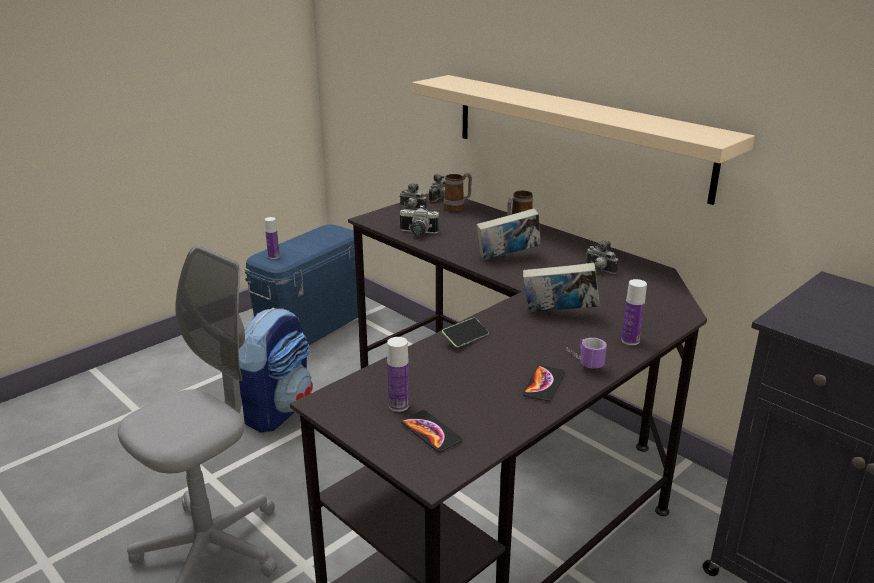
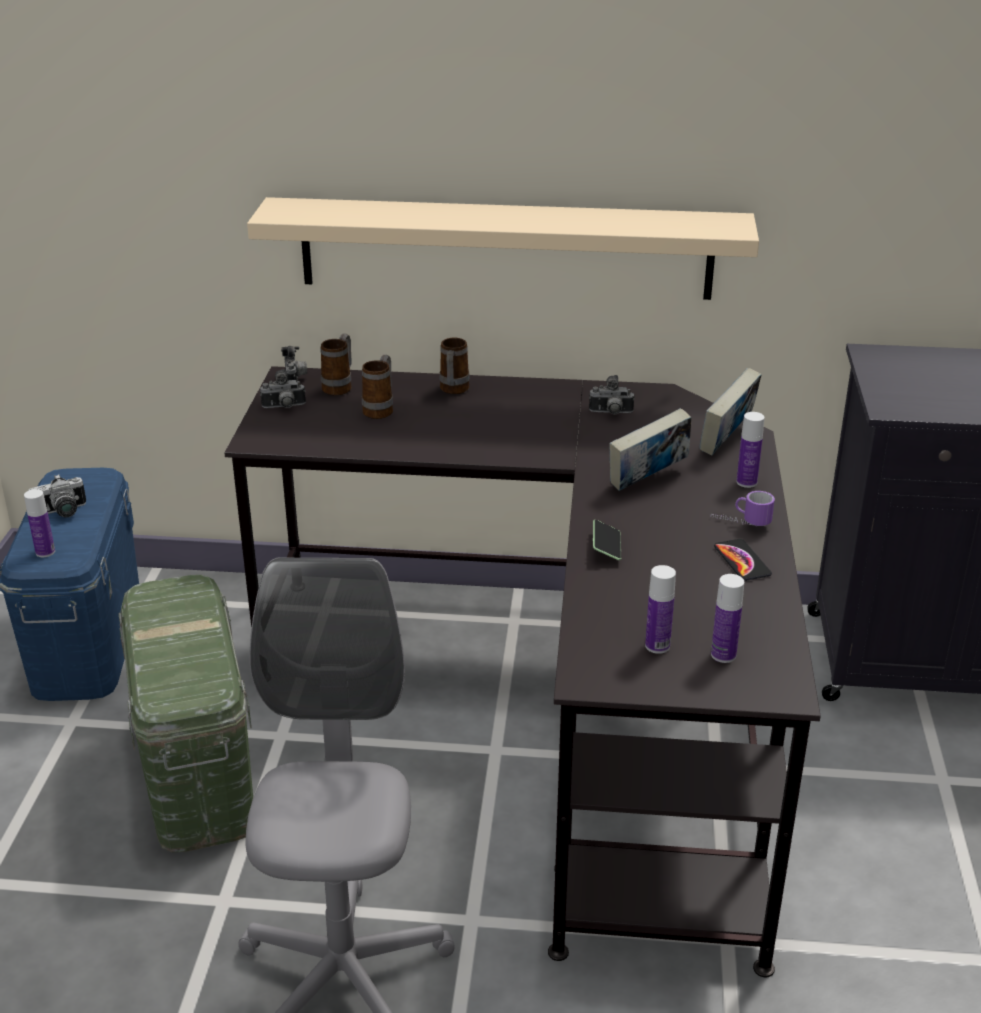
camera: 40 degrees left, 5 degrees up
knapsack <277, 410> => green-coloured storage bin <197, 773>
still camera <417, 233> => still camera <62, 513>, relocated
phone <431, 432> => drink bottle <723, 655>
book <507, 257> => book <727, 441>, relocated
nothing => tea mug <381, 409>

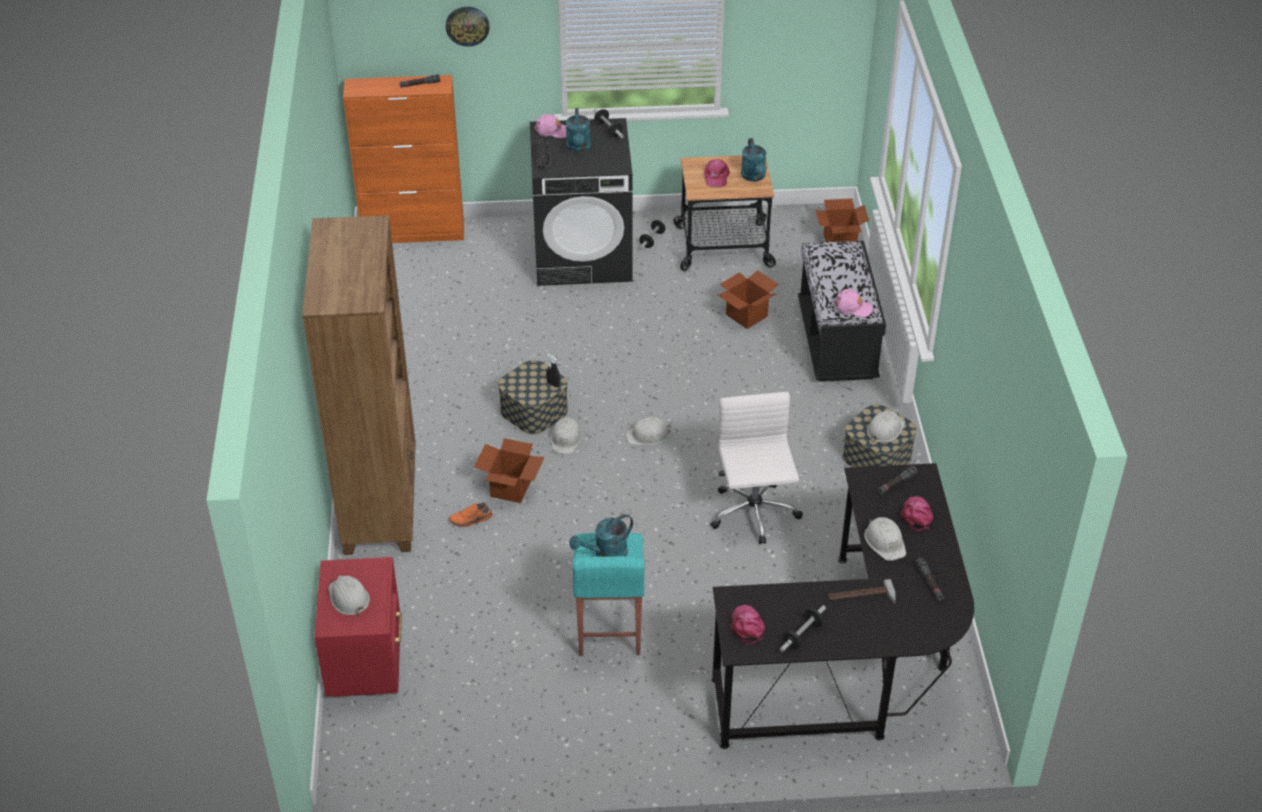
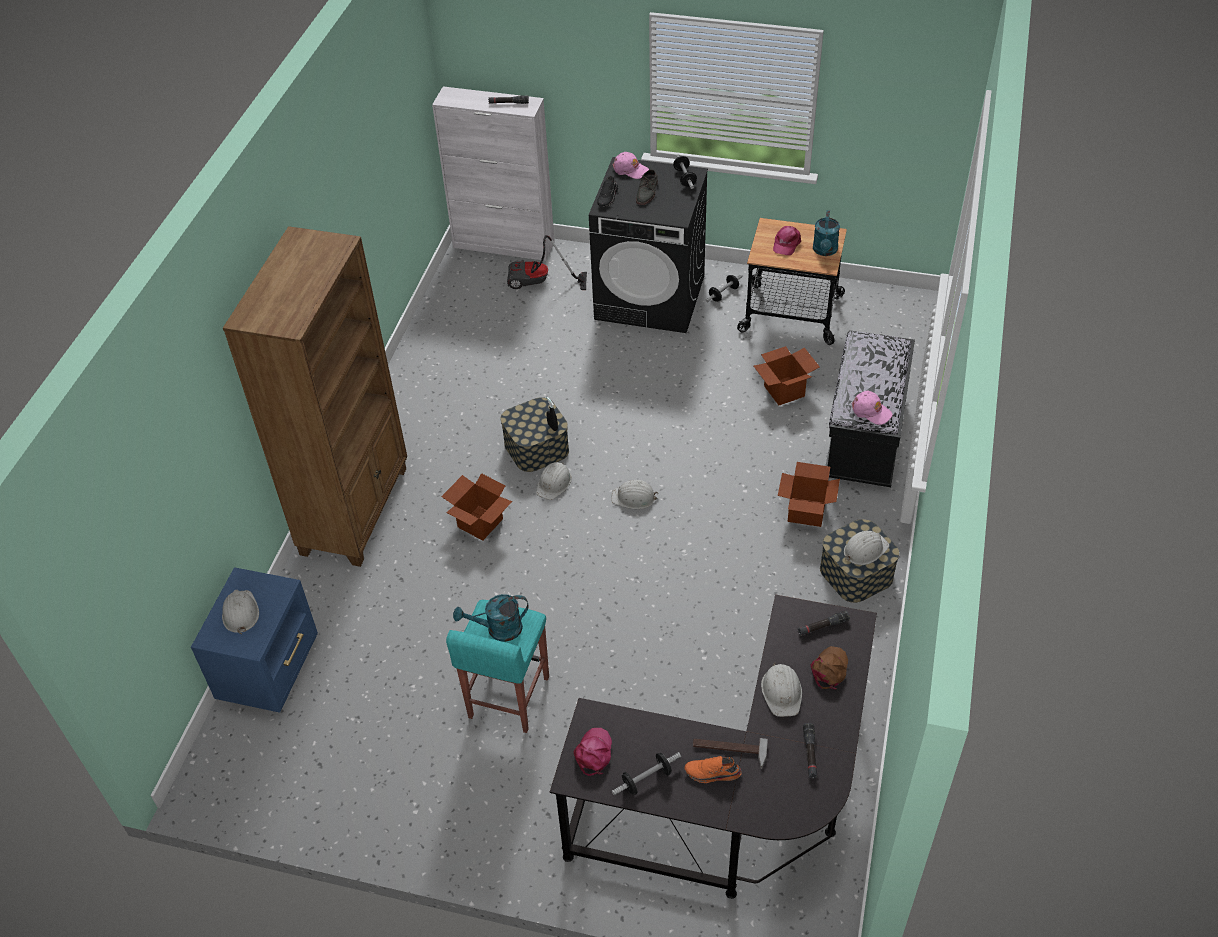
camera: 20 degrees right, 5 degrees up
reddish night table <366, 661> => blue night table <271, 670>
orange-coloured storage cabinet <414, 232> => white-coloured storage cabinet <504, 245>
hanging clock <467, 25> => nothing
orange-coloured low shoe <471, 520> => orange-coloured low shoe <712, 774>, relocated
turquoise sprinkling can <579, 148> => gray low shoe <647, 192>
white-coloured desk chair <753, 514> => nothing
packing box <840, 241> => packing box <806, 512>, relocated
pink-coloured baseball cap <916, 515> => brown-coloured baseball cap <829, 669>
nothing => hoover <539, 283>

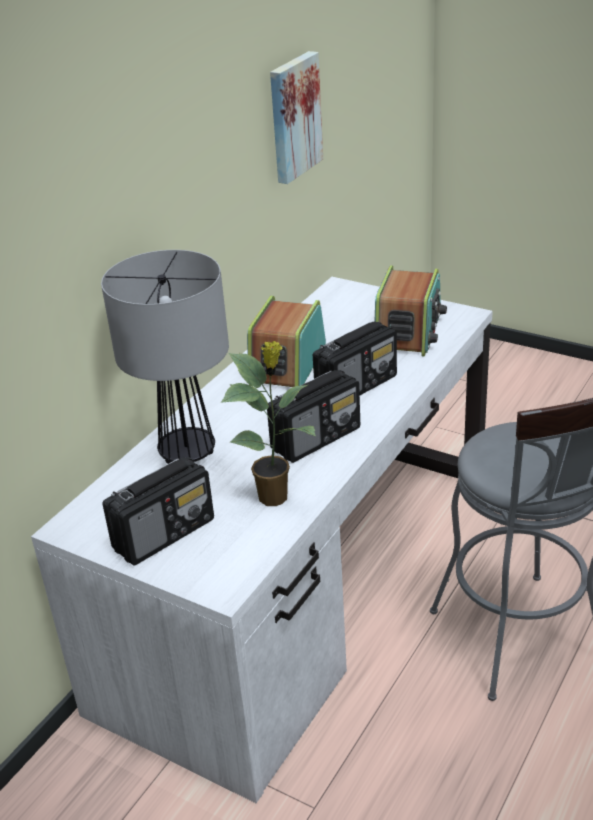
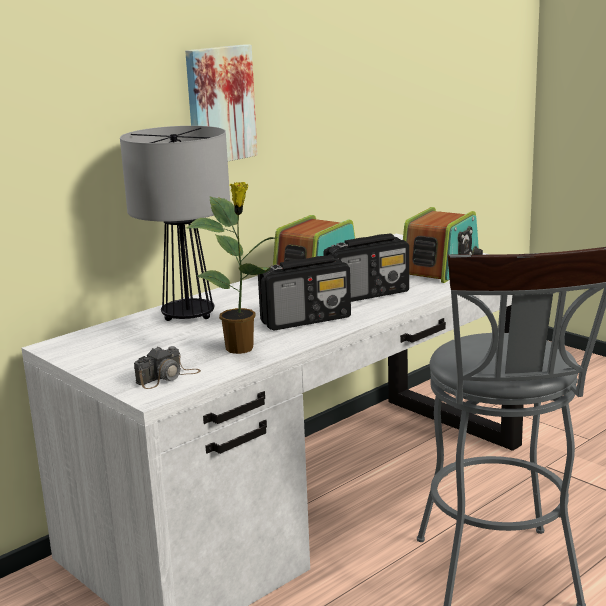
camera: 15 degrees right, 15 degrees down
radio receiver <165, 534> => nothing
wall picture <293, 117> => wall picture <219, 104>, relocated
nothing => still camera <168, 377>

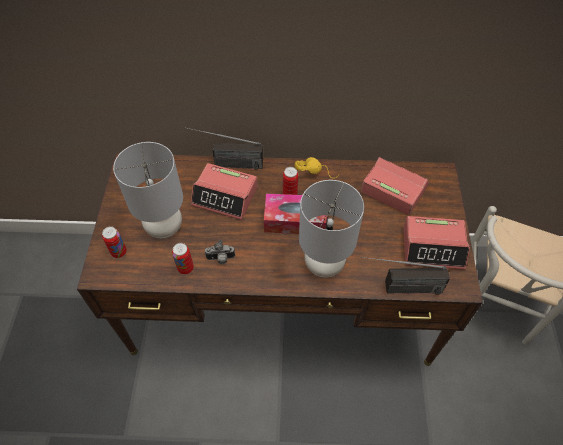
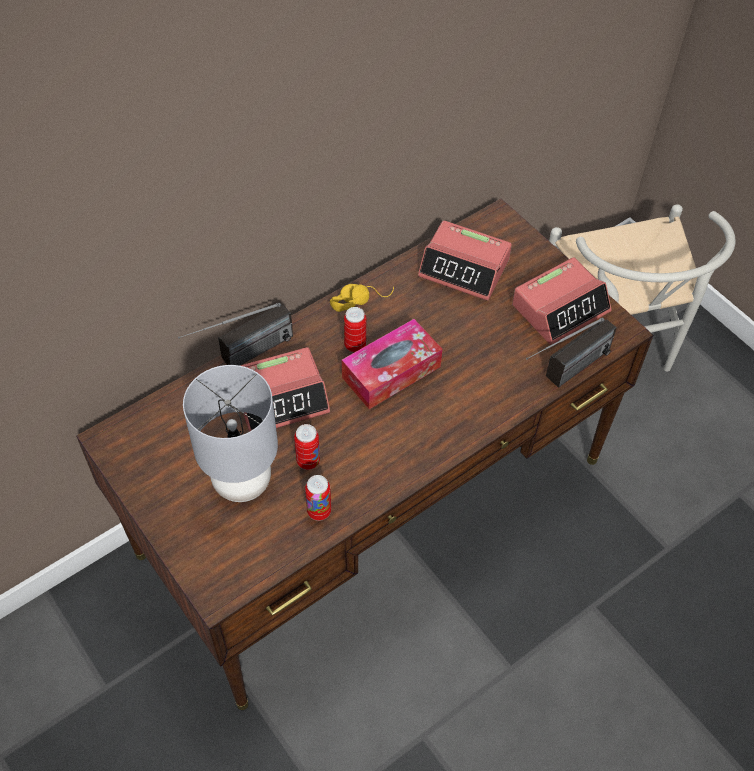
camera: 40 degrees left, 0 degrees up
sealed can <119, 252> => sealed can <308, 461>, relocated
still camera <220, 259> => nothing
gray lamp for a table <324, 263> => nothing
table clock <393, 189> => table clock <464, 268>, 150 degrees counterclockwise

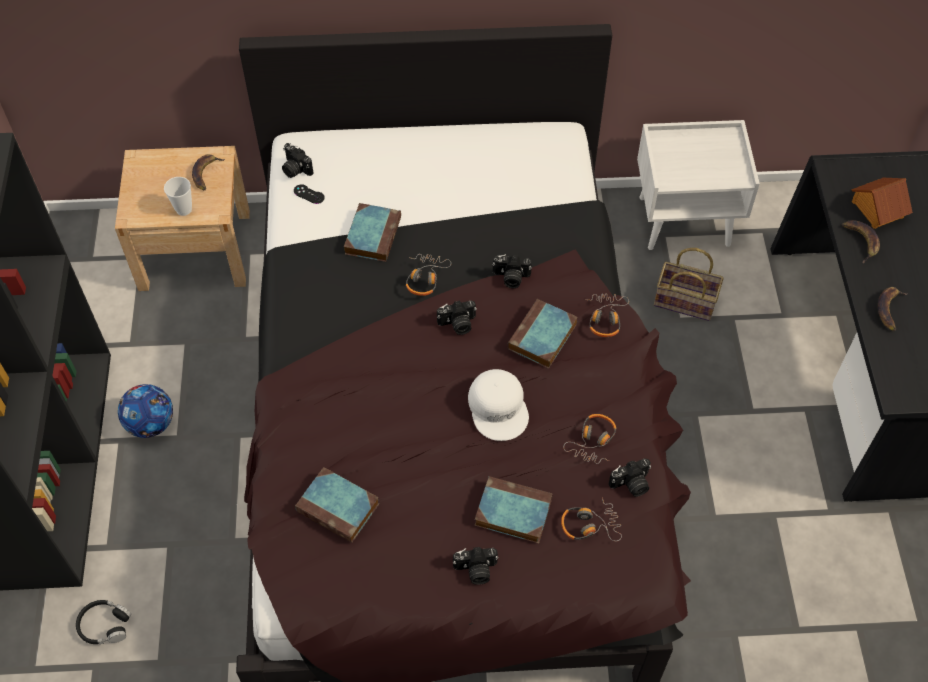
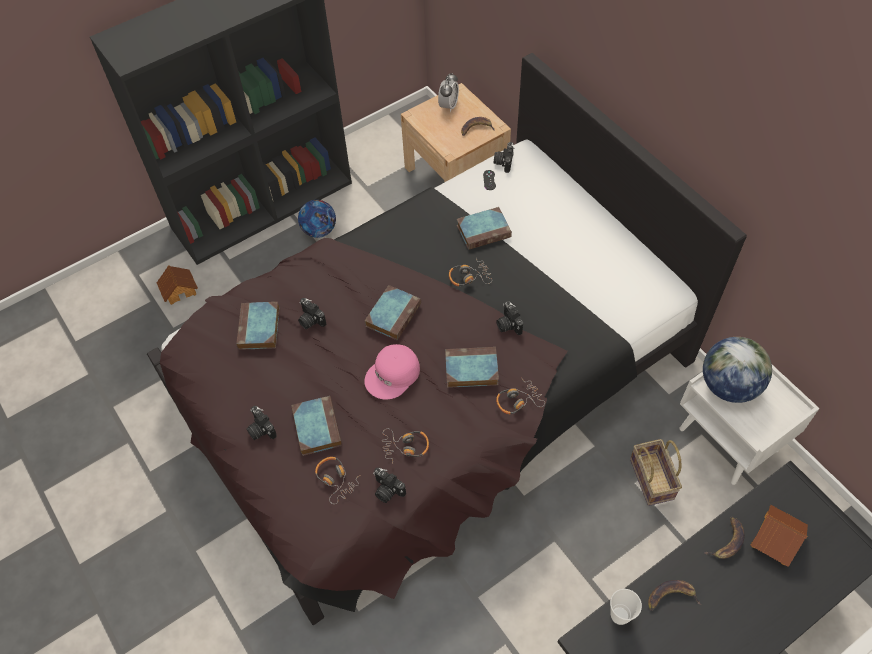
camera: 60 degrees right, 0 degrees up
black-coloured headphones <105, 625> => model house <179, 290>
cup <184, 209> => cup <619, 615>, relocated
still camera <458, 324> => still camera <310, 320>, relocated
white-coloured baseball cap <499, 408> => pink-coloured baseball cap <393, 375>
nothing => book <393, 314>
nothing => table clock <448, 106>
nothing => desk globe <728, 385>

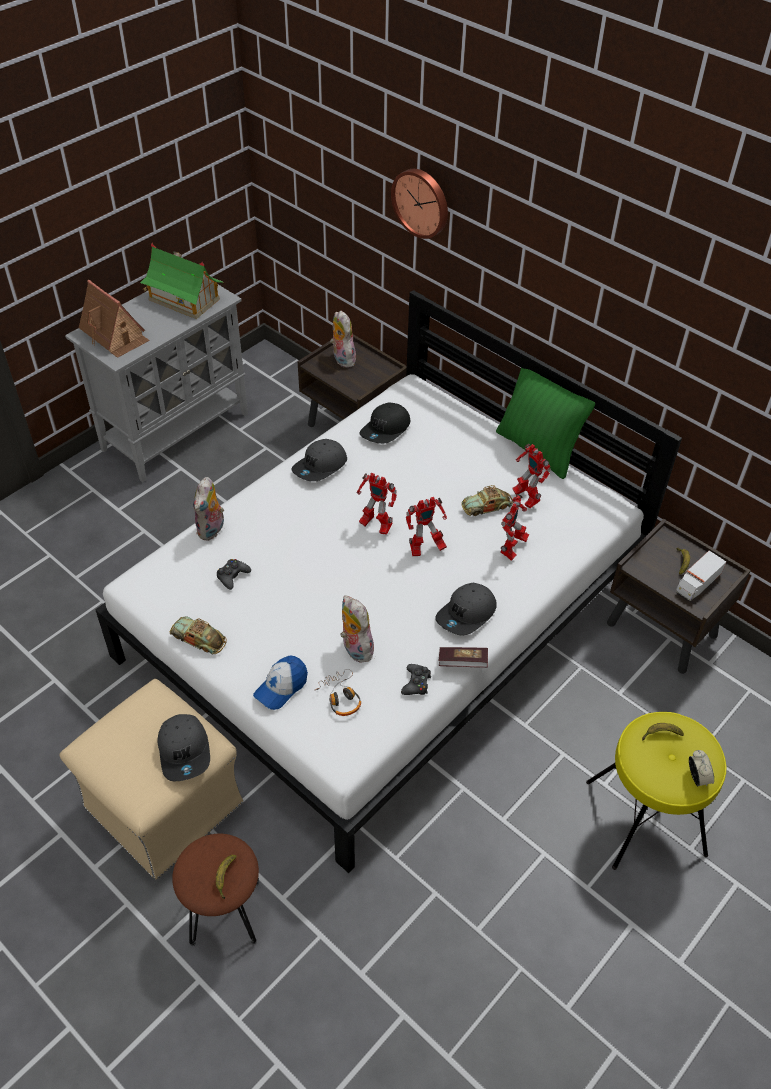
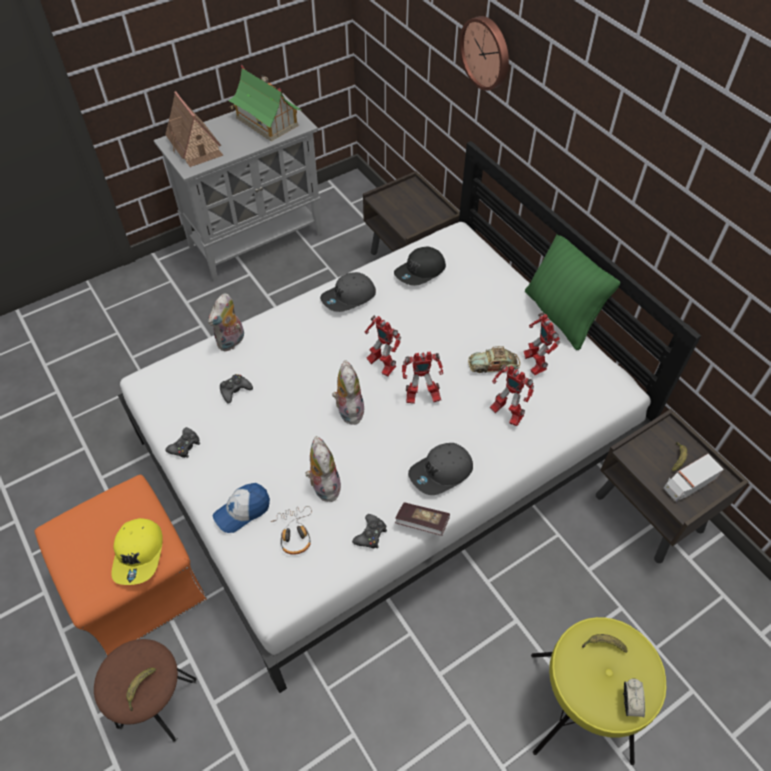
camera: 15 degrees right, 5 degrees up
sand-coloured pouffe <165, 805> => orange-coloured pouffe <139, 586>
gray baseball cap <185, 751> => yellow-coloured baseball cap <139, 554>
toy car <199, 638> => black-coloured gamepad <185, 446>
plush toy <342, 359> => plush toy <348, 410>, relocated
robot figure <512, 549> => robot figure <505, 413>, 90 degrees clockwise

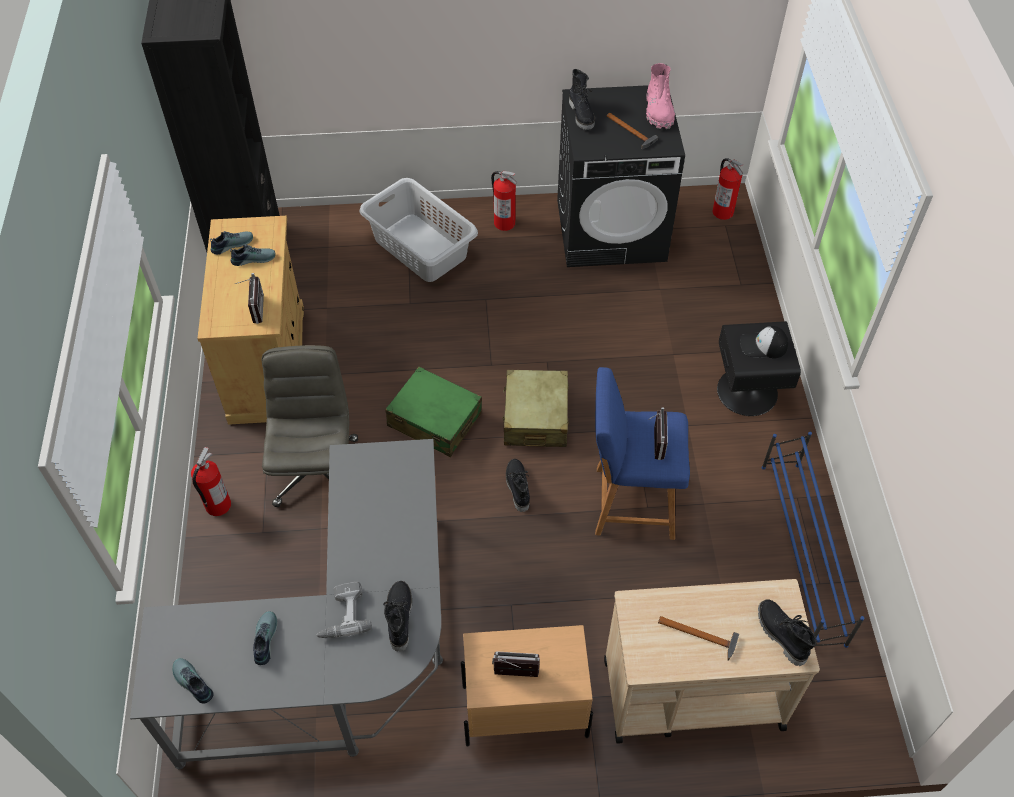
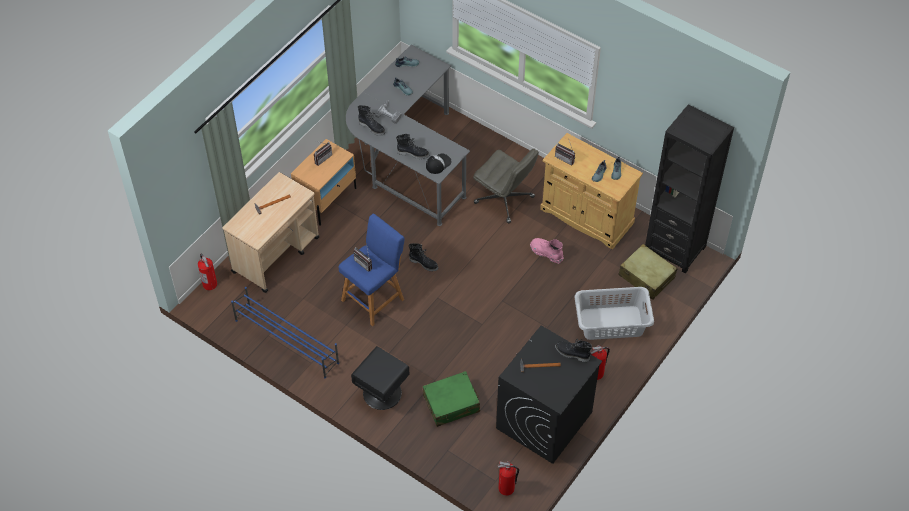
camera: 130 degrees right, 0 degrees up
fire extinguisher <217, 505> => fire extinguisher <210, 284>, relocated
green-coloured travel case <434, 420> => green-coloured travel case <451, 403>, relocated
sand-coloured travel case <535, 417> => sand-coloured travel case <646, 276>, relocated
pink-coloured high-top boot <658, 111> => pink-coloured high-top boot <546, 253>, relocated
baseball cap <763, 345> => baseball cap <438, 164>, relocated
black-coloured high-top boot <780, 635> => black-coloured high-top boot <413, 153>, relocated

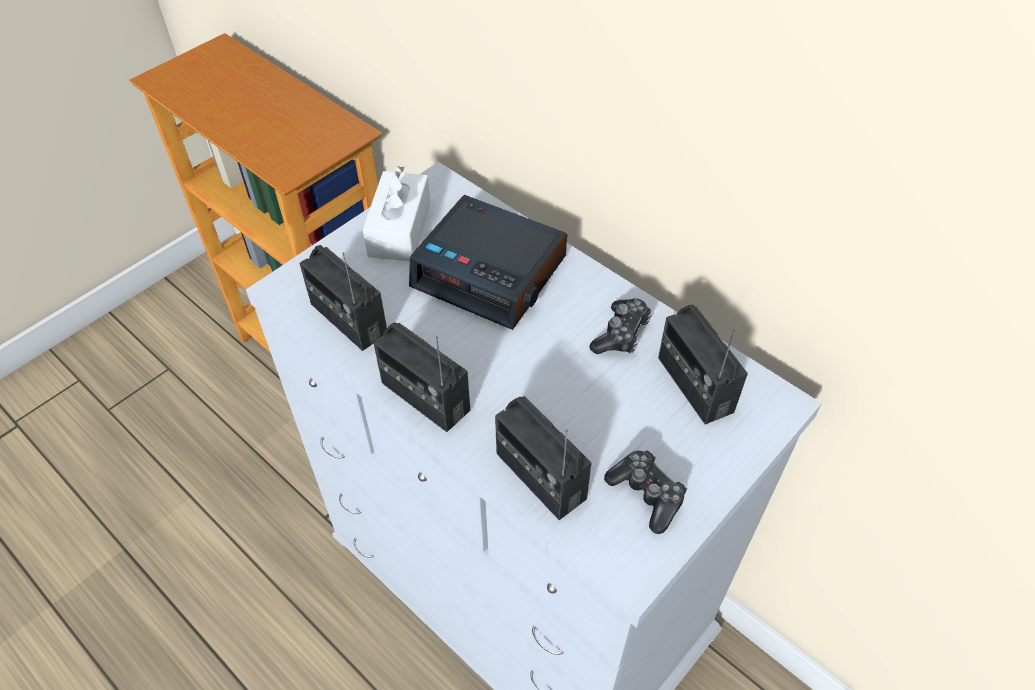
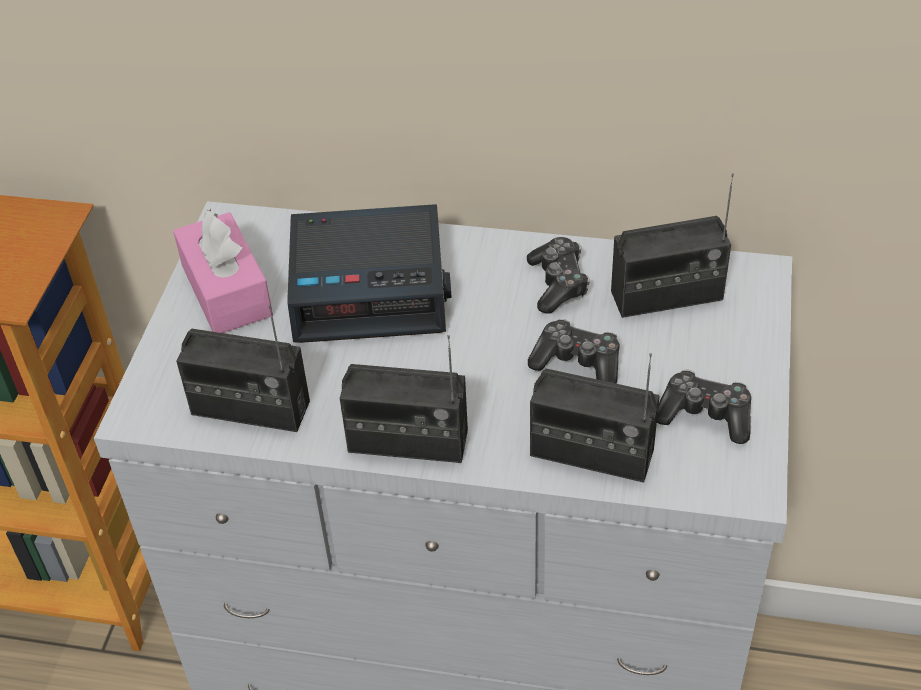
camera: 30 degrees left, 5 degrees down
white-coloured tissue holder <400, 229> => pink-coloured tissue holder <226, 290>
radio receiver <694, 384> => radio receiver <667, 296>, 45 degrees counterclockwise
nothing => gamepad <577, 363>

